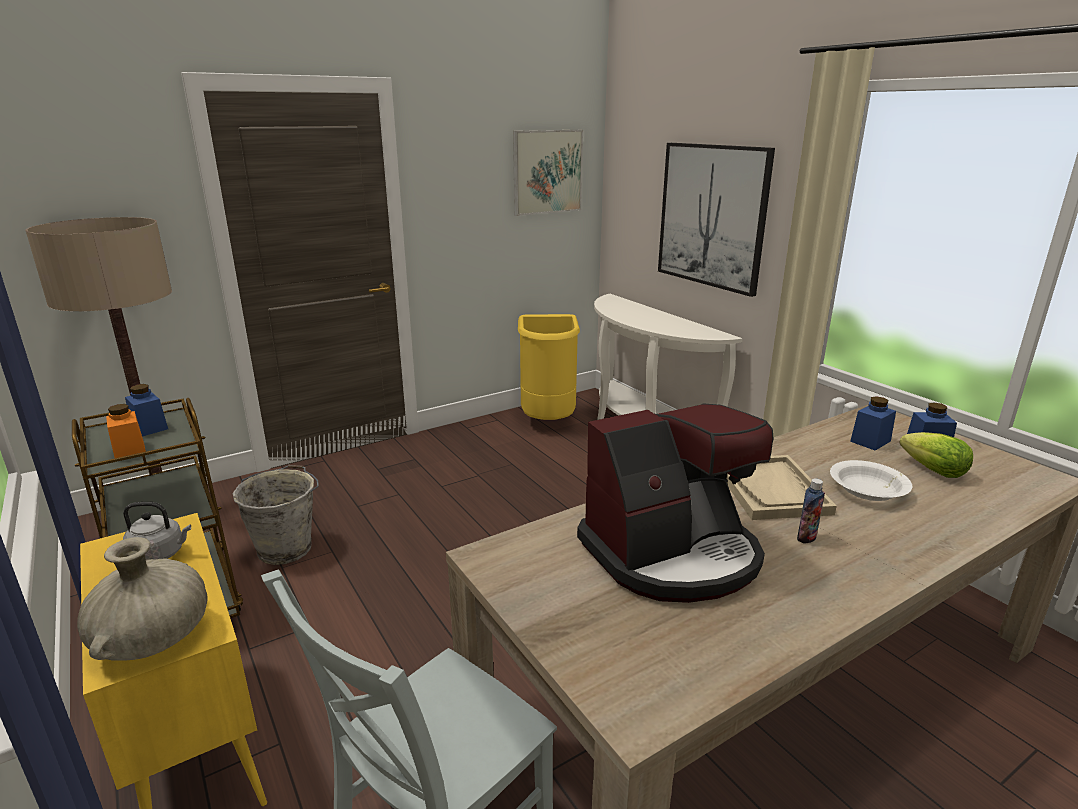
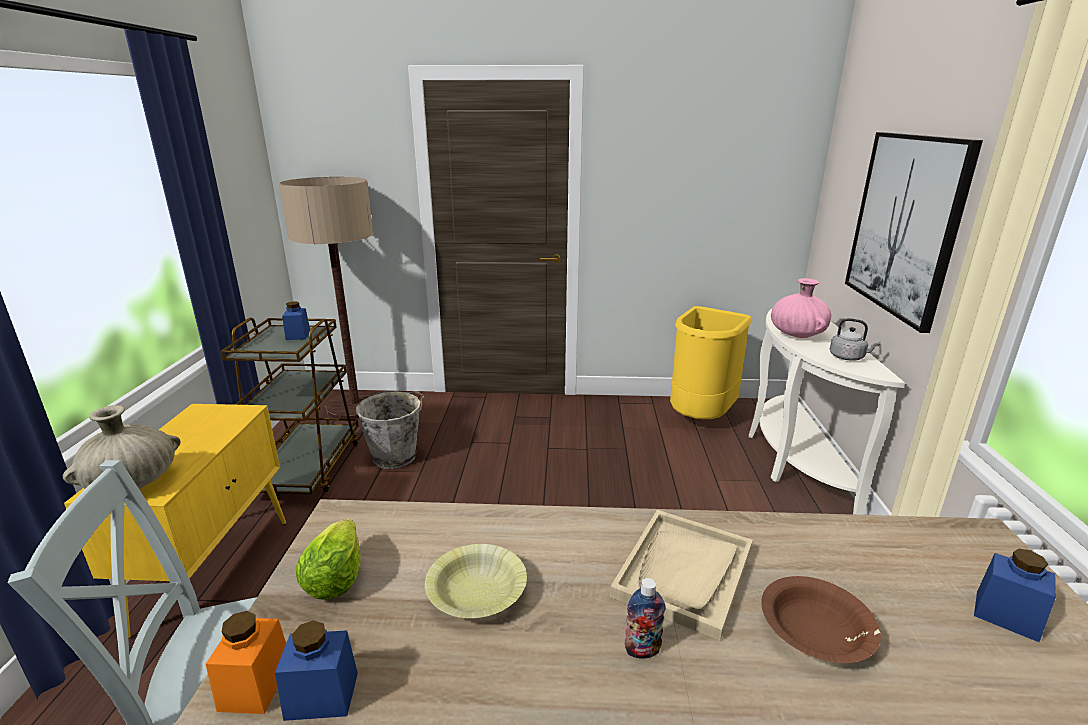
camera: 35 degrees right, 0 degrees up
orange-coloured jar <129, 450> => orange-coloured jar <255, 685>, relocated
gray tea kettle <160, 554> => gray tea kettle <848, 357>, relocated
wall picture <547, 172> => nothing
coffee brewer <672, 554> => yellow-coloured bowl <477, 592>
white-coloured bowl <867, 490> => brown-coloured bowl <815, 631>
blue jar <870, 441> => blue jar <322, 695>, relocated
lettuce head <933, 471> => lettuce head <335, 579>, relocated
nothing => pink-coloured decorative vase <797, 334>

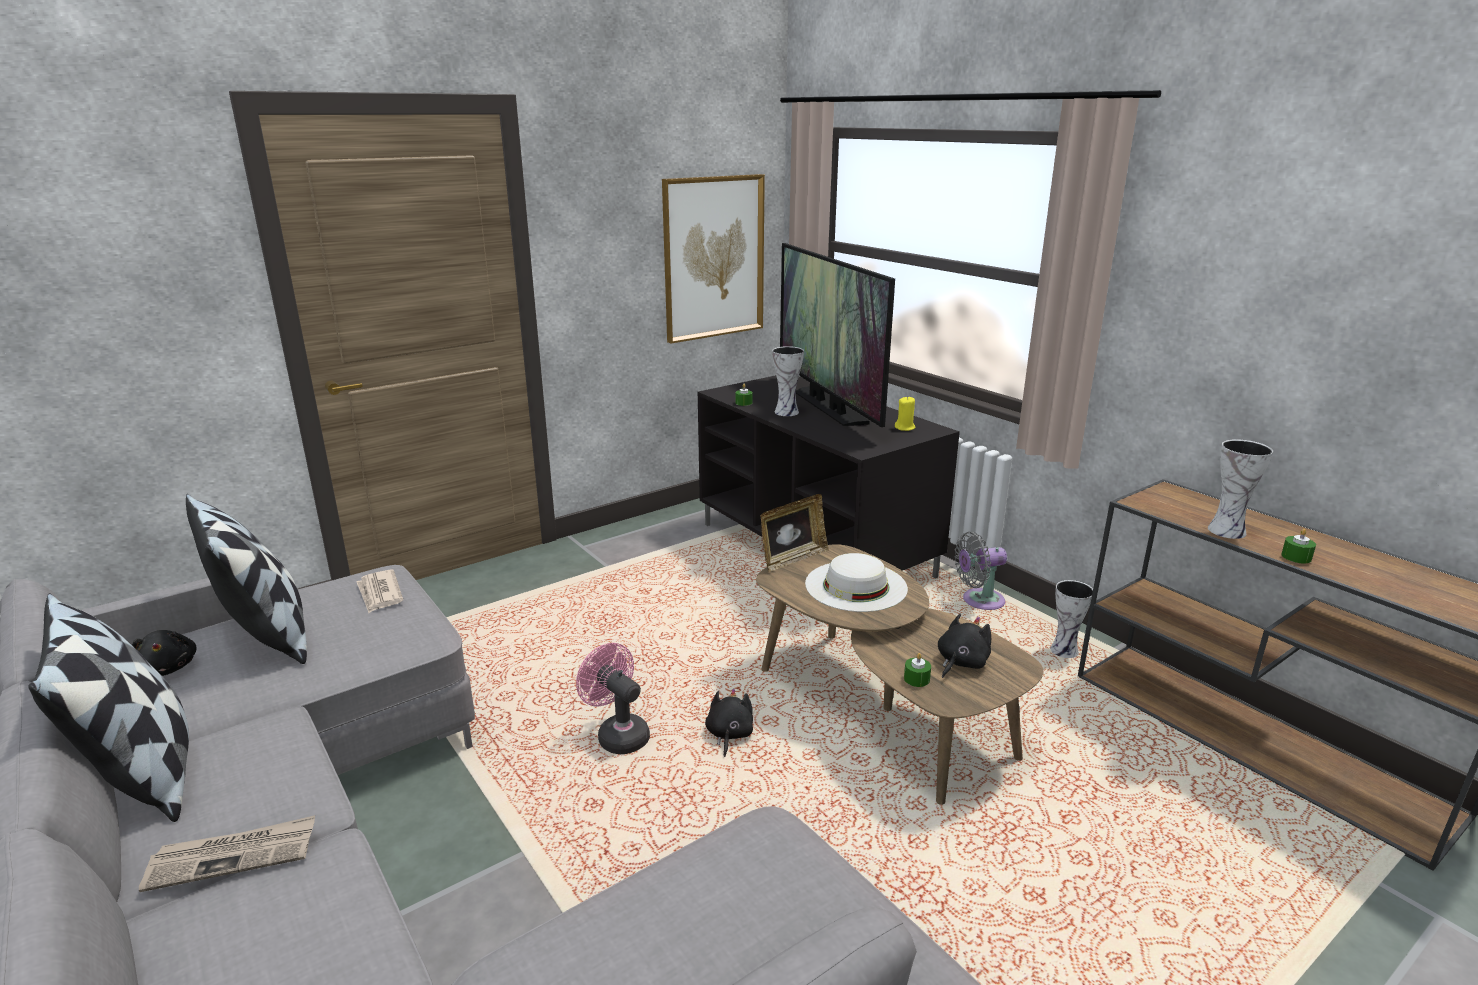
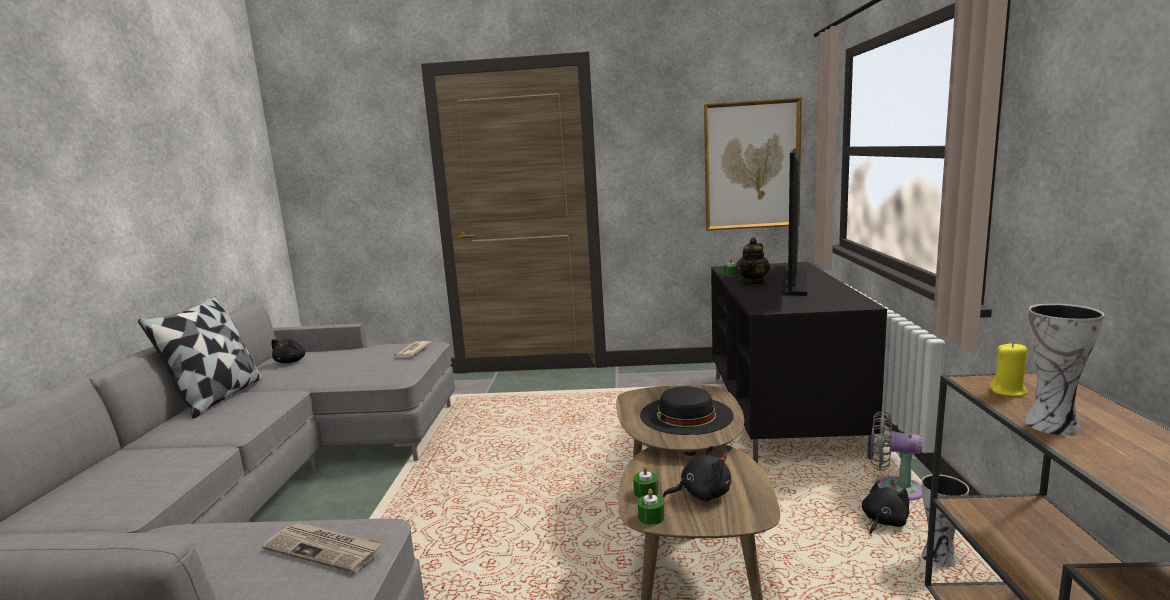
camera: 40 degrees right, 10 degrees down
daily paper <233, 856> => daily paper <325, 549>, relocated
cushion <266, 636> => nothing
pink-coloured cooling fan <618, 734> => nothing
black-coloured plush toy <729, 735> => black-coloured plush toy <883, 522>, relocated
picture frame <792, 559> => nothing
decorative vase <787, 412> => tea pot <753, 282>
white-coloured clothing hat <856, 586> => black-coloured clothing hat <686, 415>
yellow-coloured wax candle <905, 428> => yellow-coloured wax candle <1008, 391>, relocated
green-coloured wax candle <1296, 557> => green-coloured wax candle <651, 517>, relocated

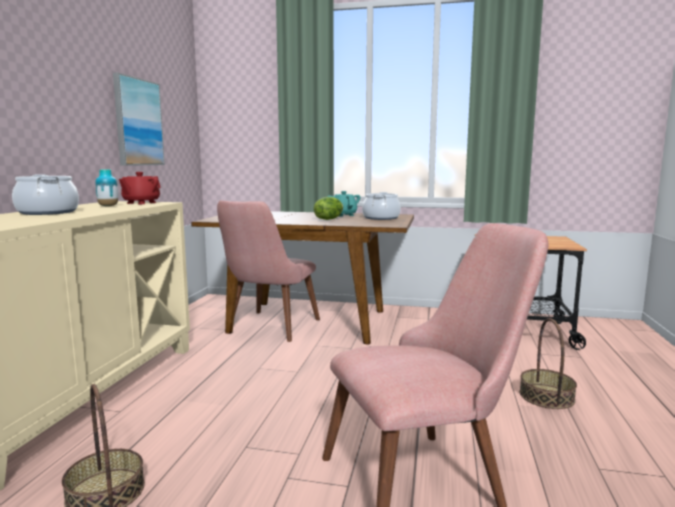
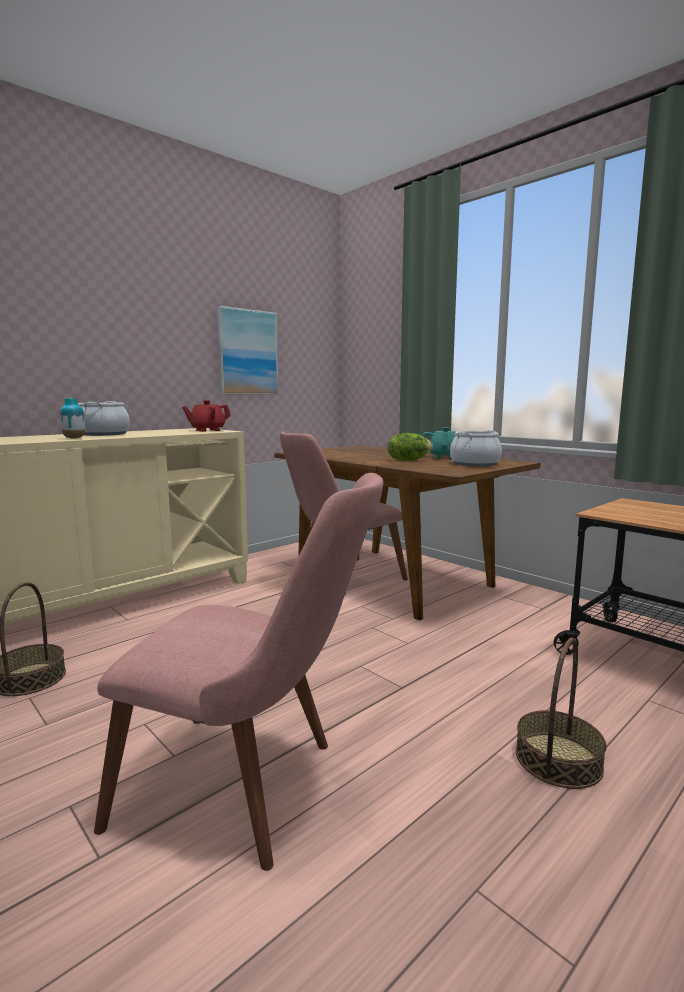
camera: 35 degrees right, 0 degrees up
decorative vase <108, 206> => decorative vase <74, 438>, relocated

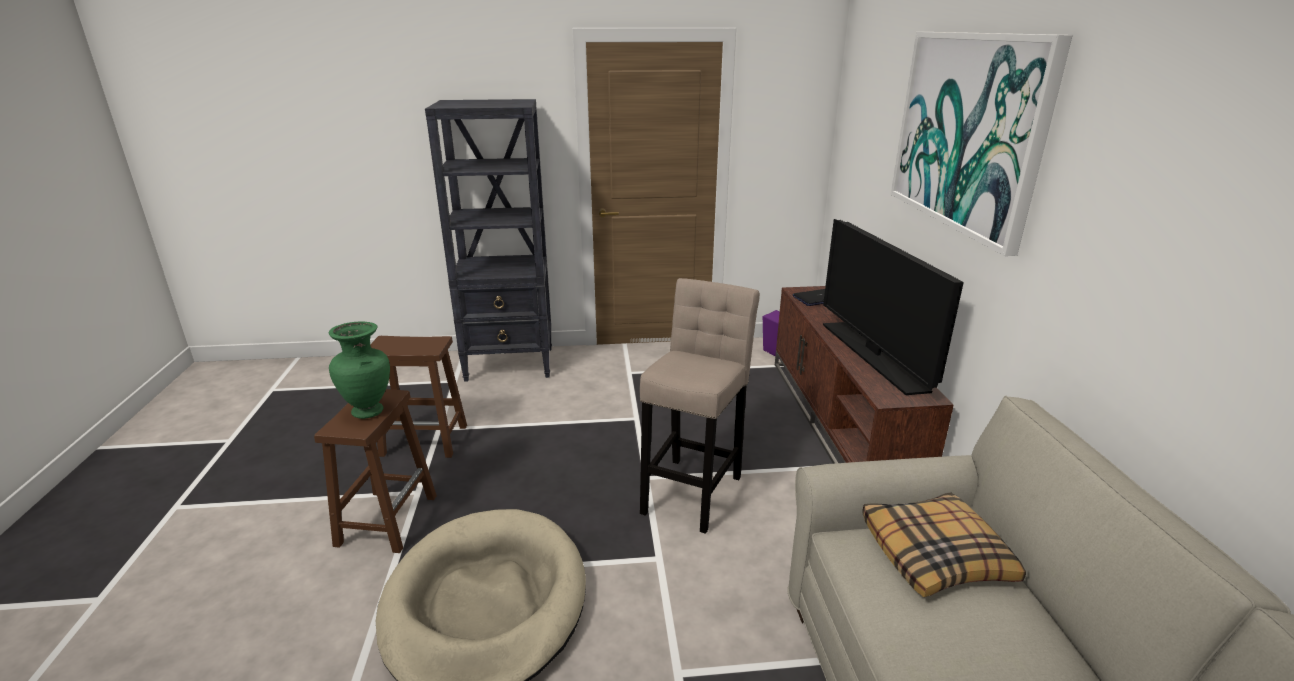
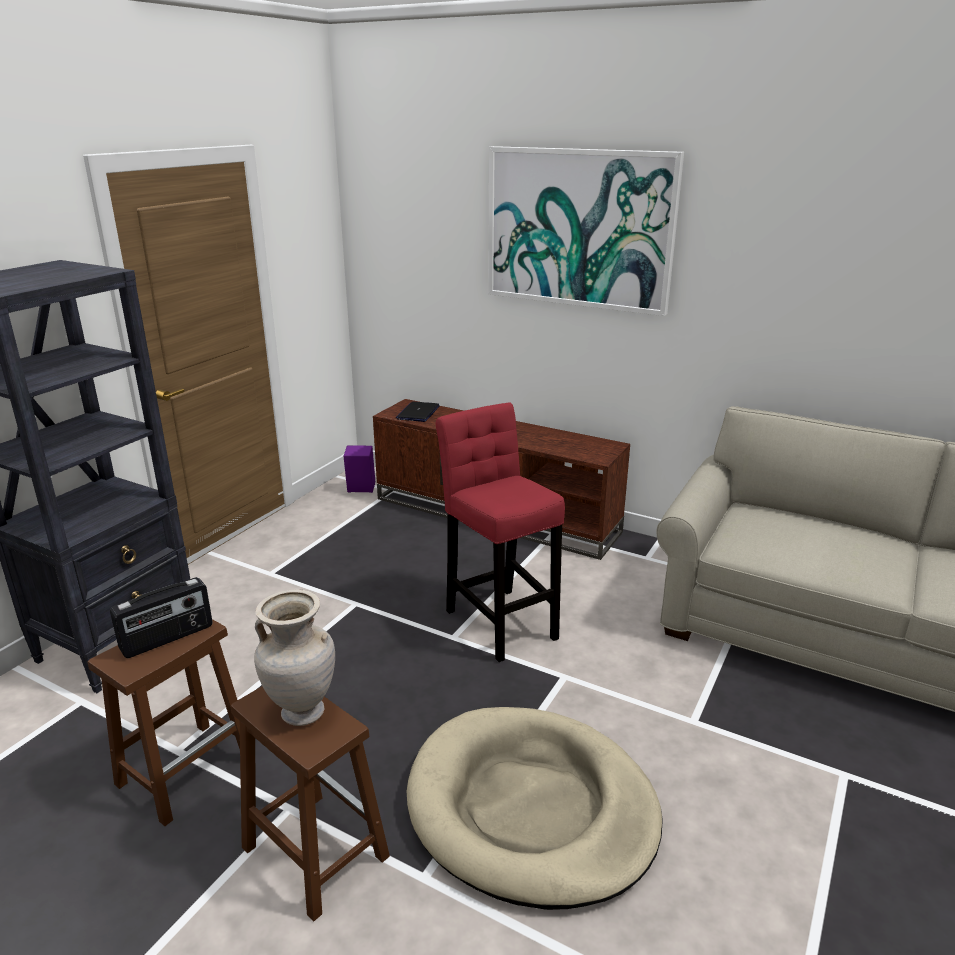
camera: 55 degrees left, 0 degrees up
green-coloured decorative vase <369, 411> => sand-coloured decorative vase <302, 712>
sand-coloured stool seat <693, 490> => reddish stool seat <499, 620>
television <873, 356> => nothing
cushion <936, 555> => nothing
nothing => radio receiver <167, 638>

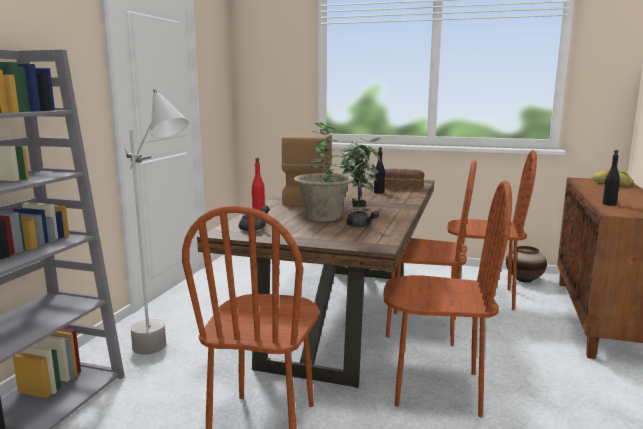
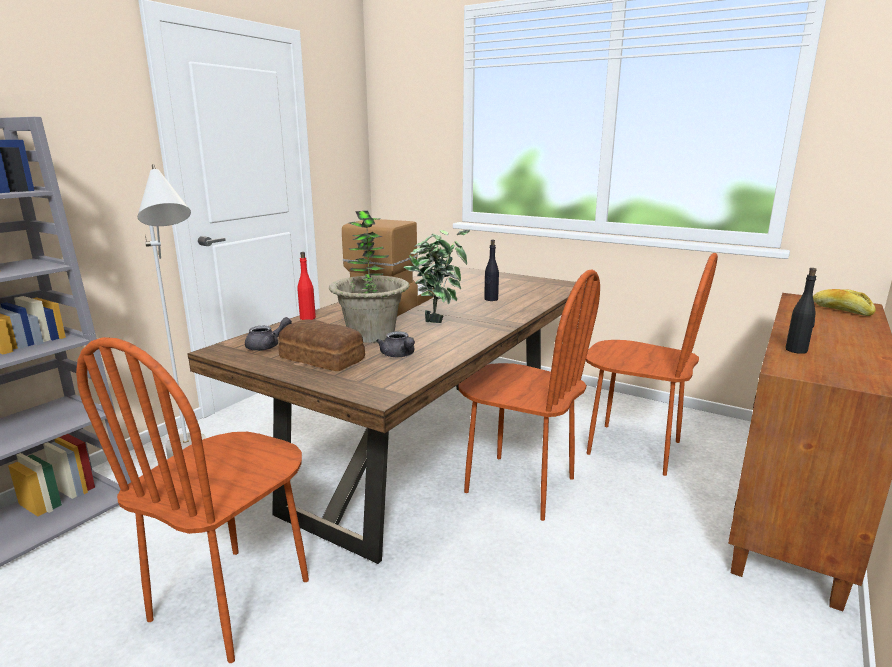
camera: 15 degrees right, 5 degrees up
brown-coloured plain chair <437, 389> => nothing
bakery bread <402, 187> => bakery bread <322, 359>, relocated
decorative vase <524, 280> => nothing

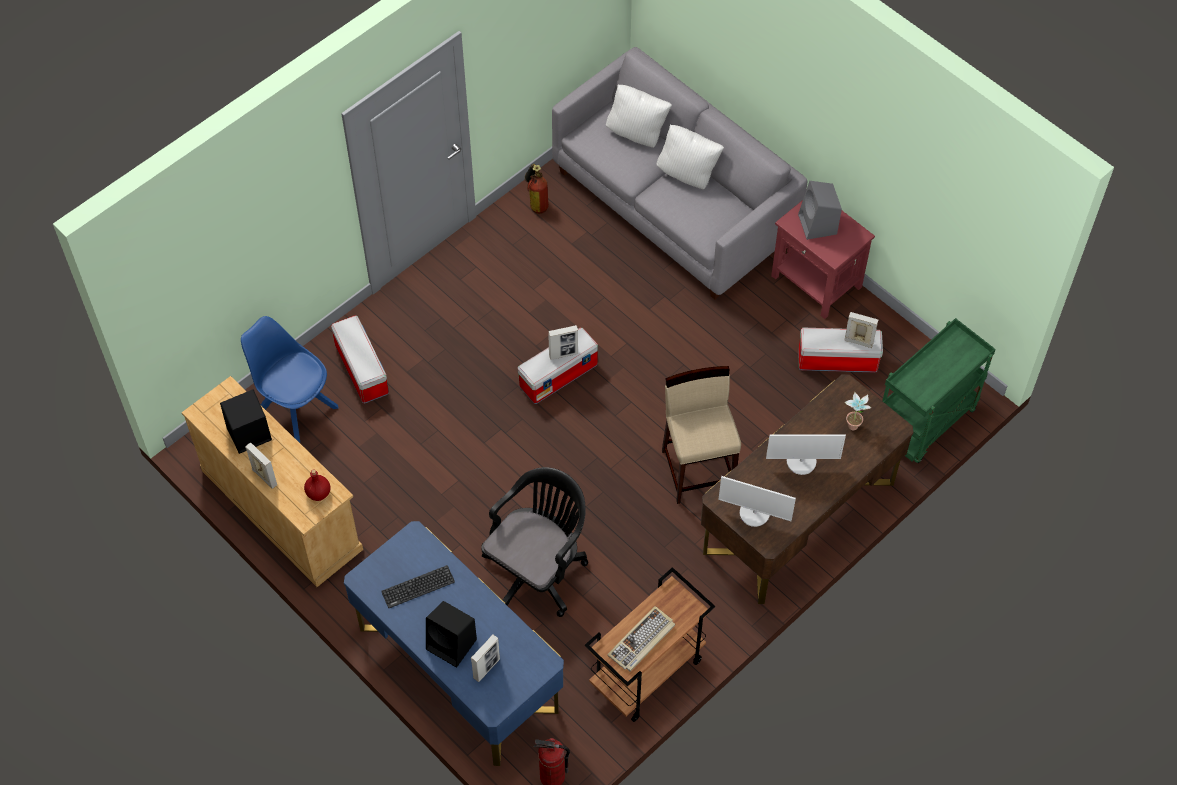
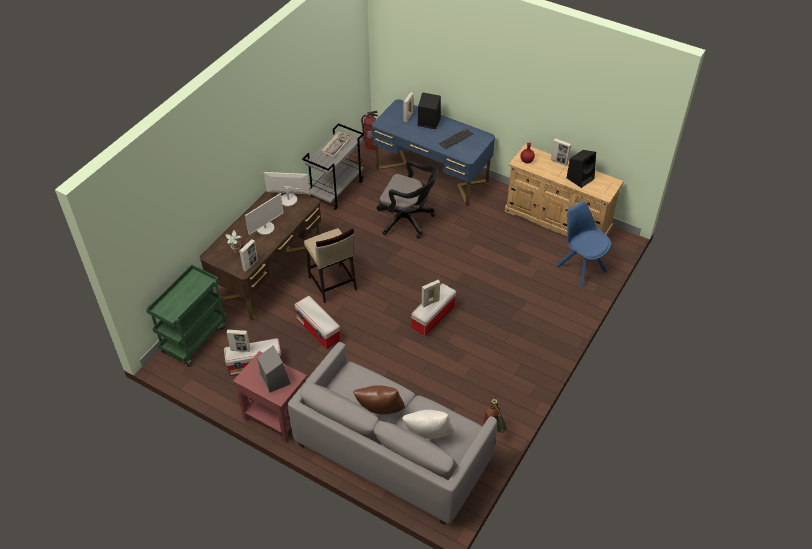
camera: 165 degrees right, 10 degrees down
blue plain chair <295, 409> => blue plain chair <580, 267>, 150 degrees counterclockwise
storage bin <361, 369> => storage bin <319, 330>, relocated
black-coloured desk chair <538, 570> => black-coloured desk chair <408, 220>, 90 degrees counterclockwise
brown-coloured trolley <647, 674> => gray trolley <336, 190>
white-coloured cushion <688, 174> => brown-coloured cushion <380, 413>
computer screen <801, 461> => computer screen <265, 228>, 150 degrees clockwise
nothing => picture frame <250, 265>

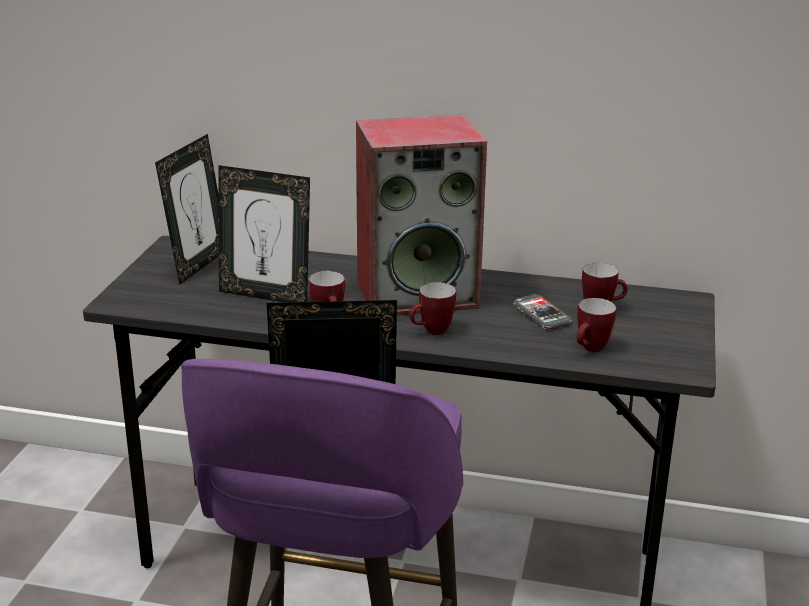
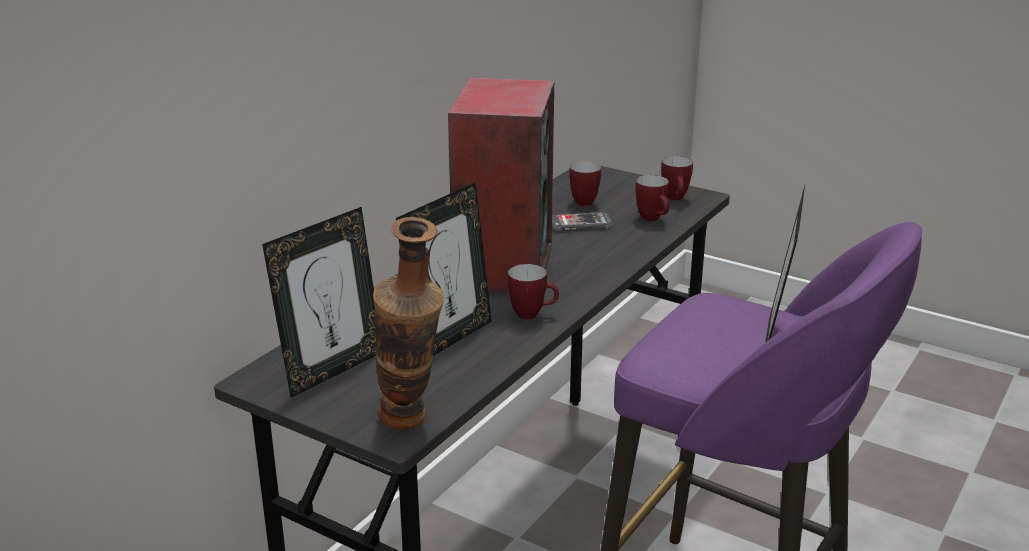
camera: 70 degrees left, 0 degrees up
picture frame <198, 265> => picture frame <332, 370>, 90 degrees clockwise
tea mug <431, 332> => tea mug <676, 199>, relocated
nothing => decorative vase <411, 425>

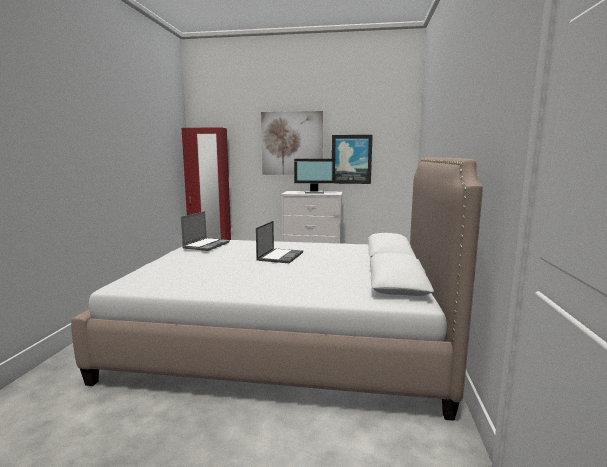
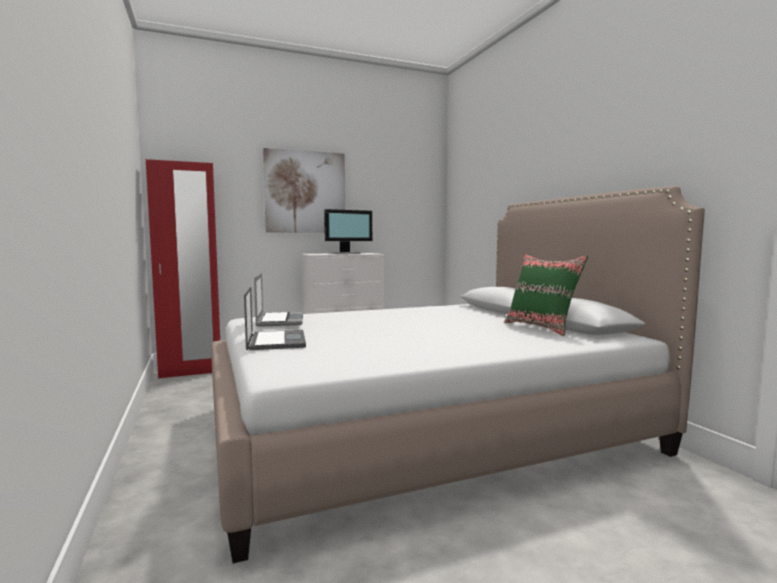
camera: 30 degrees left, 5 degrees down
notebook computer <280, 256> => notebook computer <276, 340>, relocated
wall picture <351, 159> => nothing
nothing => green-coloured cushion <541, 327>

